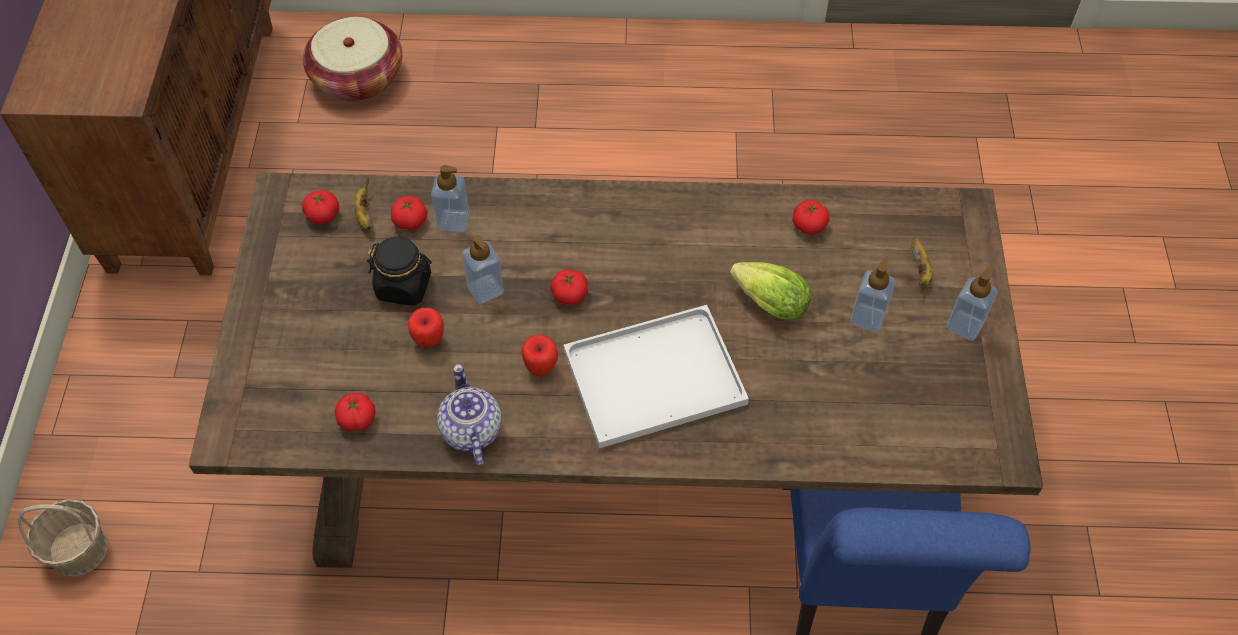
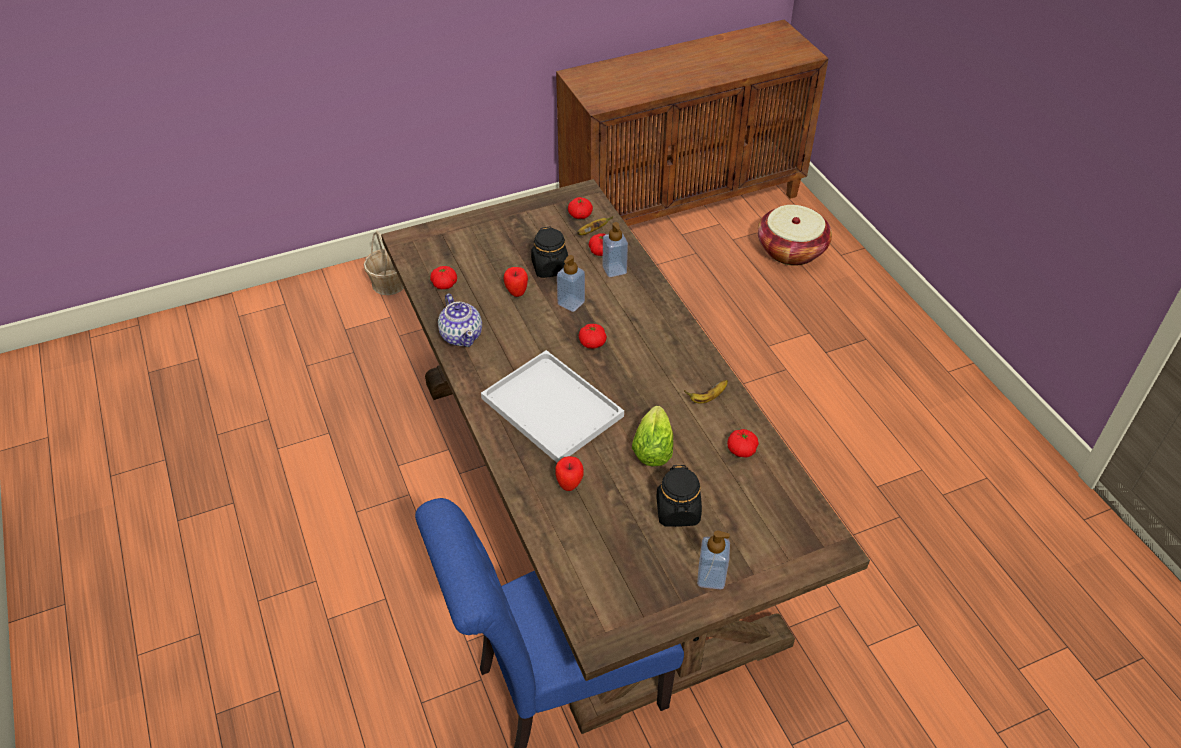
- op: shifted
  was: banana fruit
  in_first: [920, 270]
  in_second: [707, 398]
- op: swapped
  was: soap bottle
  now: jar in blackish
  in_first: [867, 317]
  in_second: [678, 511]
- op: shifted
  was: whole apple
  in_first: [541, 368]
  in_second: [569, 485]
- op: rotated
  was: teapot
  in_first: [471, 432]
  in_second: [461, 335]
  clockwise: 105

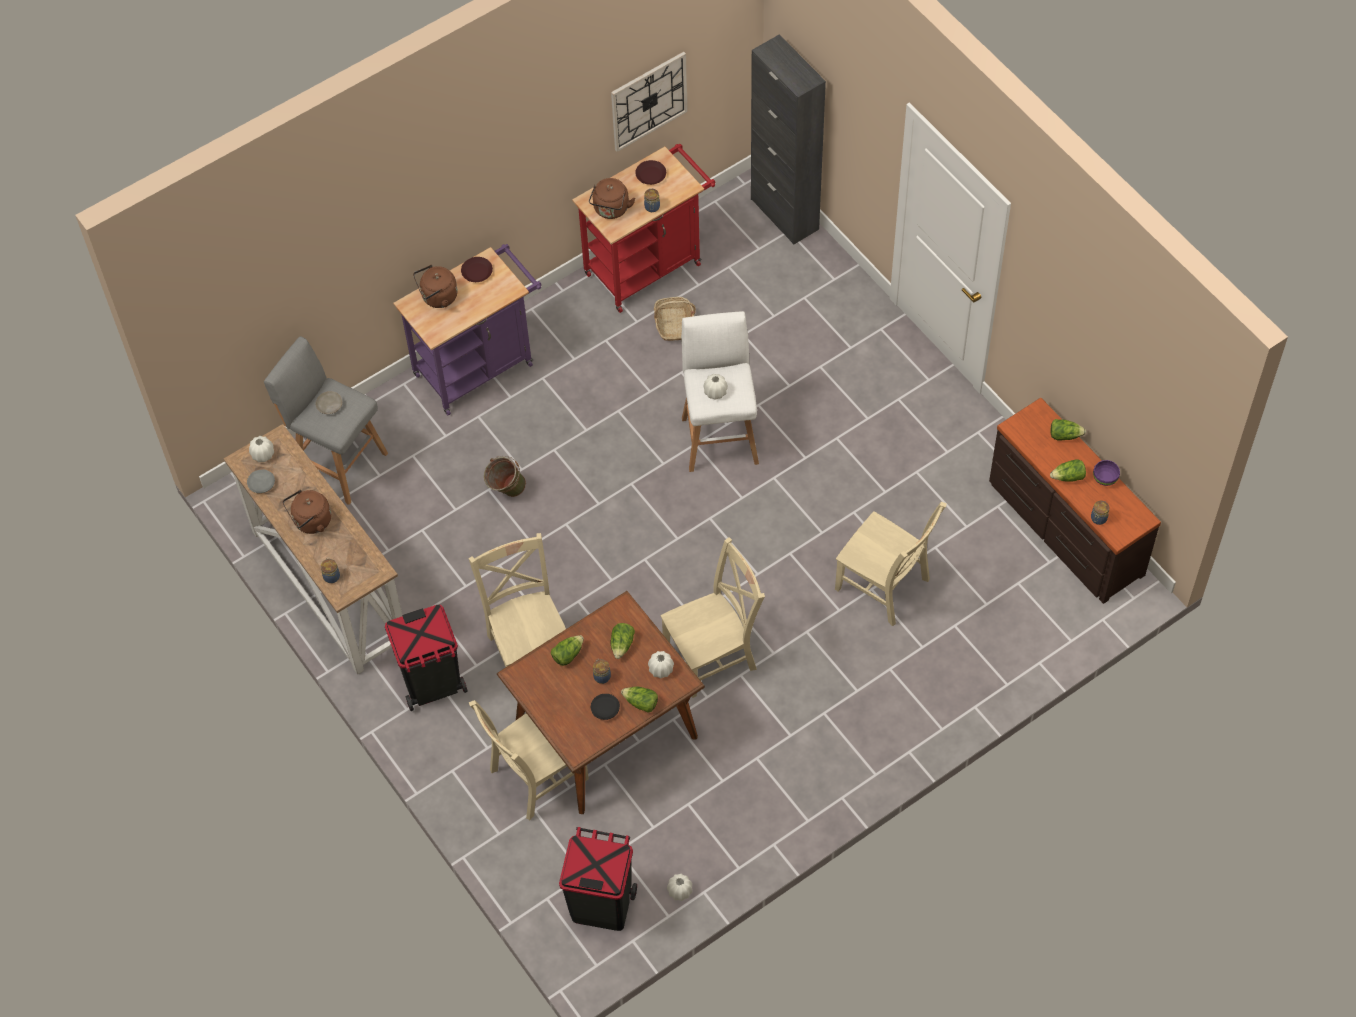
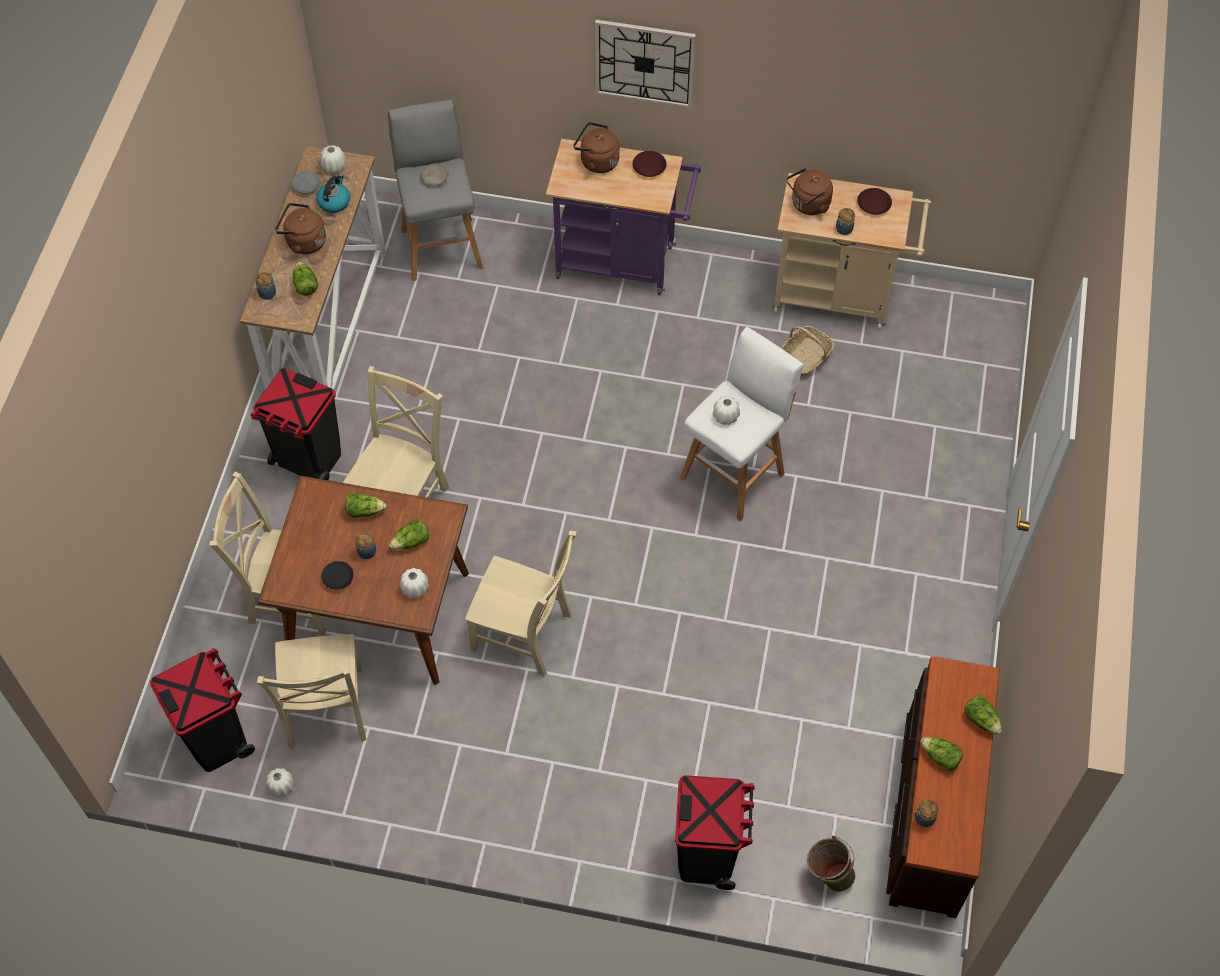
- op: gone
  was: storage cabinet in blackish
  in_first: [784, 214]
- op: shifted
  was: wall clock
  in_first: [648, 100]
  in_second: [644, 63]
- op: repainted
  was: cart in reddish
  now: cart in sand-coloured
  in_first: [648, 265]
  in_second: [840, 296]
- op: shifted
  was: pail in greenish
  in_first: [506, 491]
  in_second: [828, 875]
- op: gone
  was: bowl in purple-coloured
  in_first: [1105, 478]
- op: shifted
  was: upright chair in sand-coloured
  in_first: [885, 587]
  in_second: [325, 711]
- op: shifted
  was: head of lettuce
  in_first: [641, 703]
  in_second: [305, 285]
- op: new
  now: water kettle
  in_second: [334, 202]
- op: new
  now: trash can in blackish
  in_second: [707, 854]

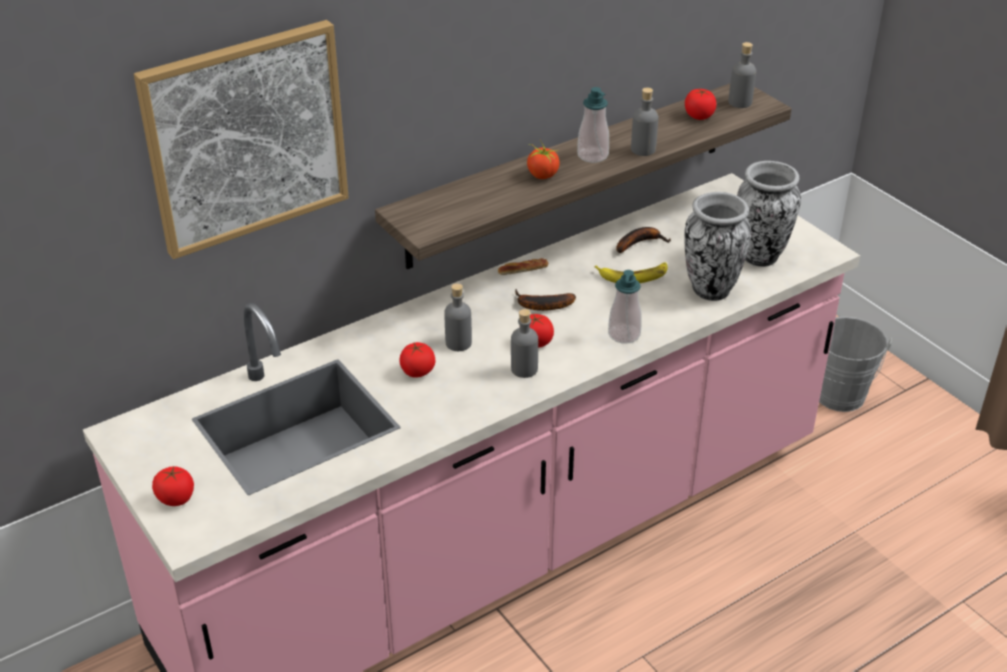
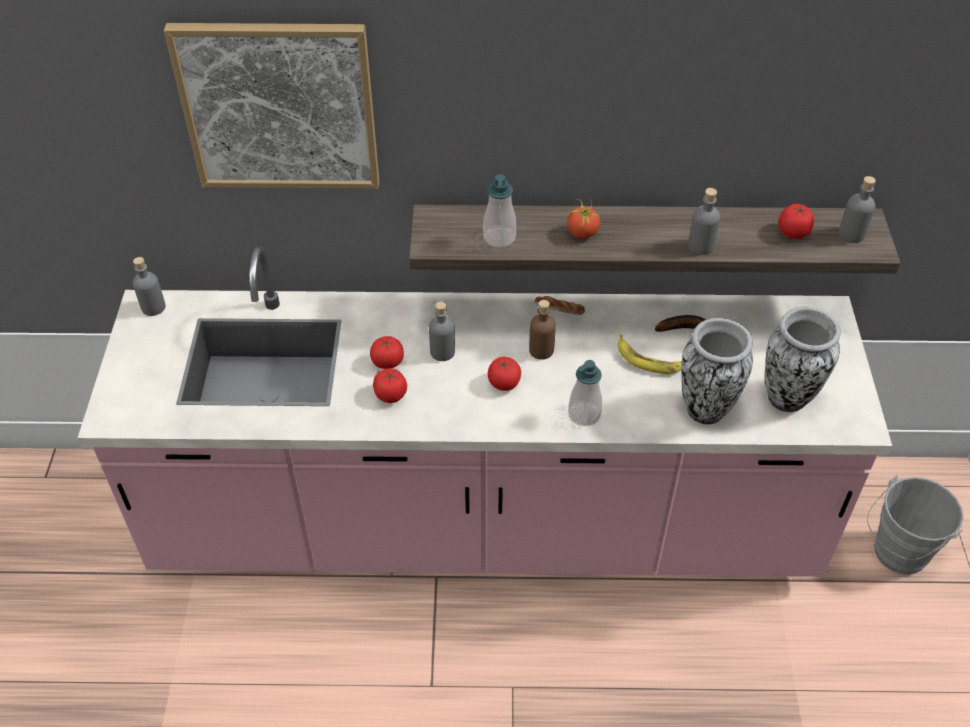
- op: shifted
  was: soap bottle
  in_first: [592, 155]
  in_second: [499, 238]
- op: swapped
  was: banana fruit
  now: drink bottle in brown-coloured
  in_first: [541, 306]
  in_second: [541, 350]
- op: shifted
  was: drink bottle in greyish
  in_first: [524, 369]
  in_second: [153, 307]
- op: shifted
  was: fresh tomato
  in_first: [176, 498]
  in_second: [391, 395]

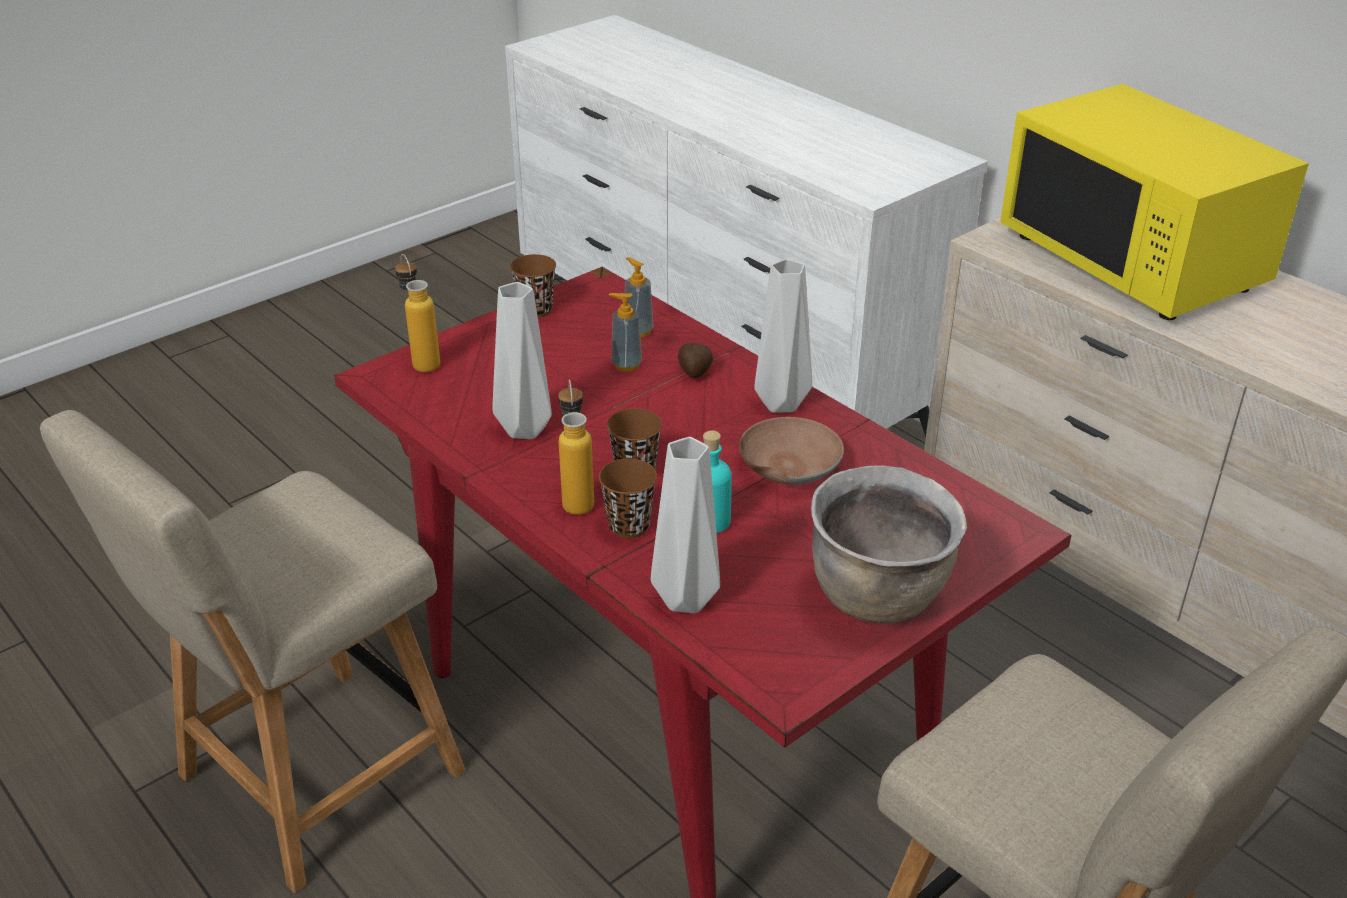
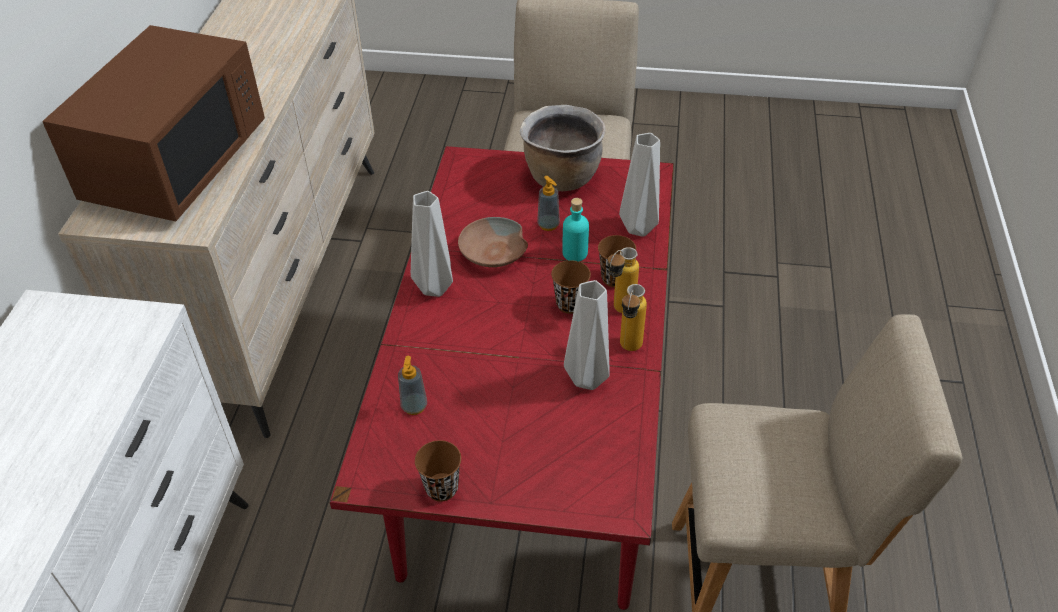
- op: repainted
  was: kitchen microwave in yellow-coloured
  now: kitchen microwave in brown-coloured
  in_first: [1132, 261]
  in_second: [177, 164]
- op: shifted
  was: drink bottle
  in_first: [422, 360]
  in_second: [628, 350]
- op: shifted
  was: soap bottle
  in_first: [626, 365]
  in_second: [548, 225]
- op: gone
  was: spud
  in_first: [694, 372]

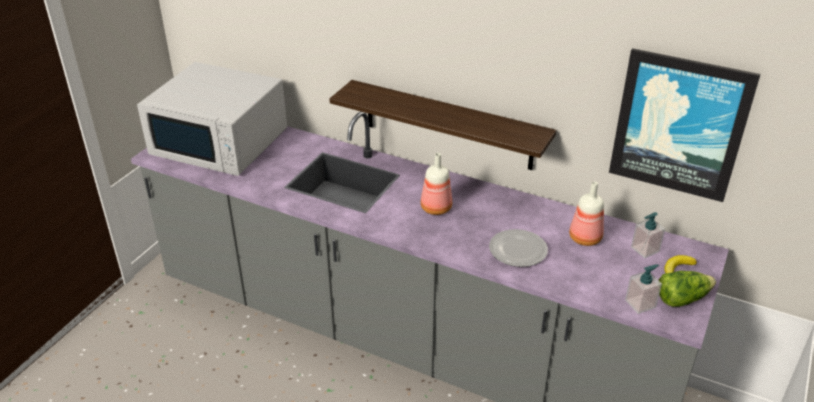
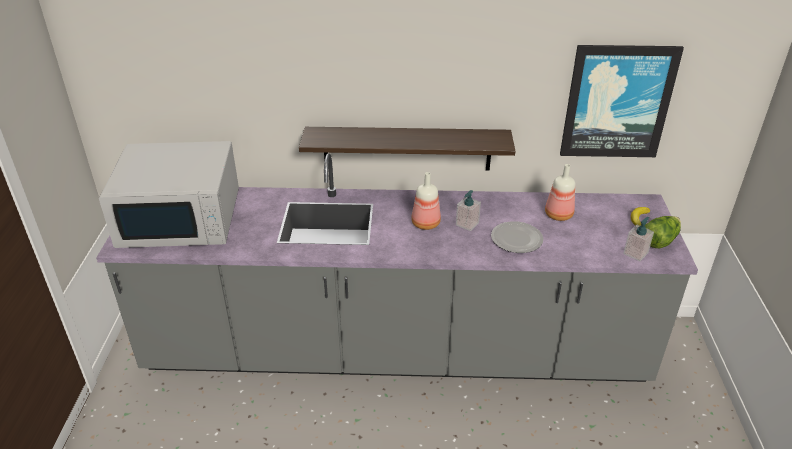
- op: shifted
  was: soap bottle
  in_first: [645, 249]
  in_second: [467, 224]

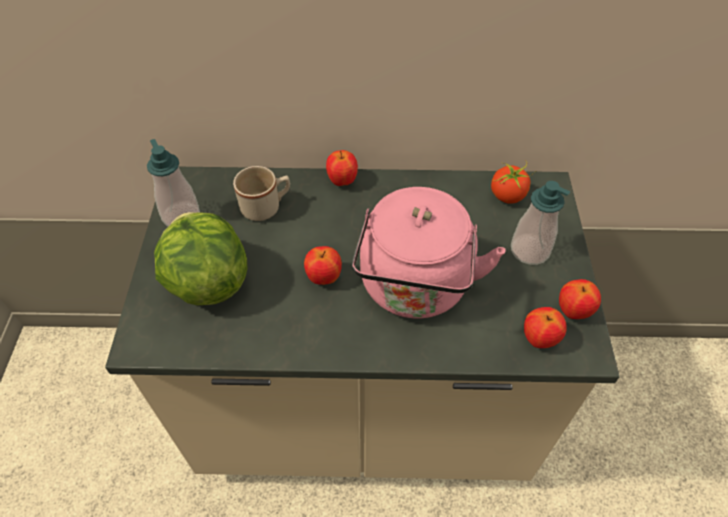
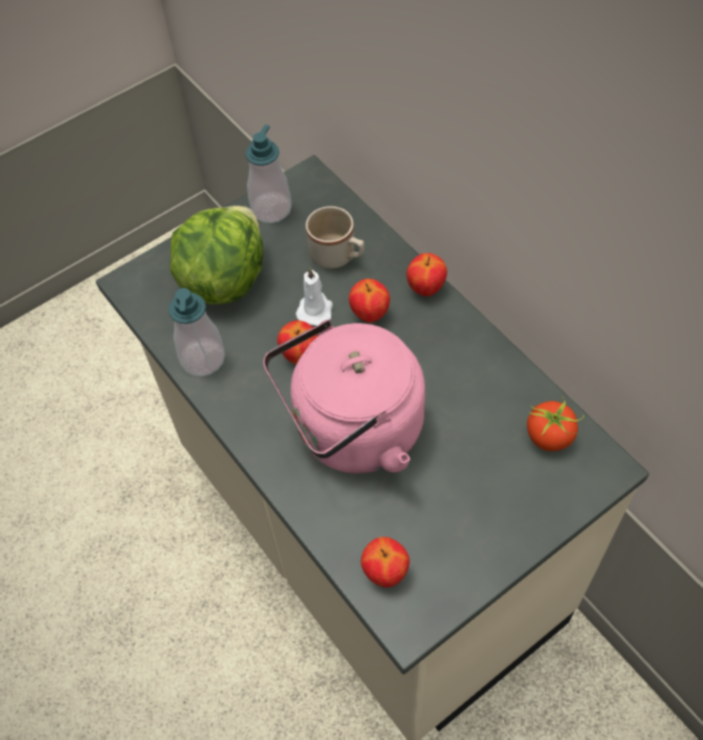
- op: shifted
  was: soap bottle
  in_first: [529, 250]
  in_second: [203, 358]
- op: shifted
  was: whole apple
  in_first: [573, 311]
  in_second: [370, 314]
- op: new
  now: wax light in white-coloured
  in_second: [315, 309]

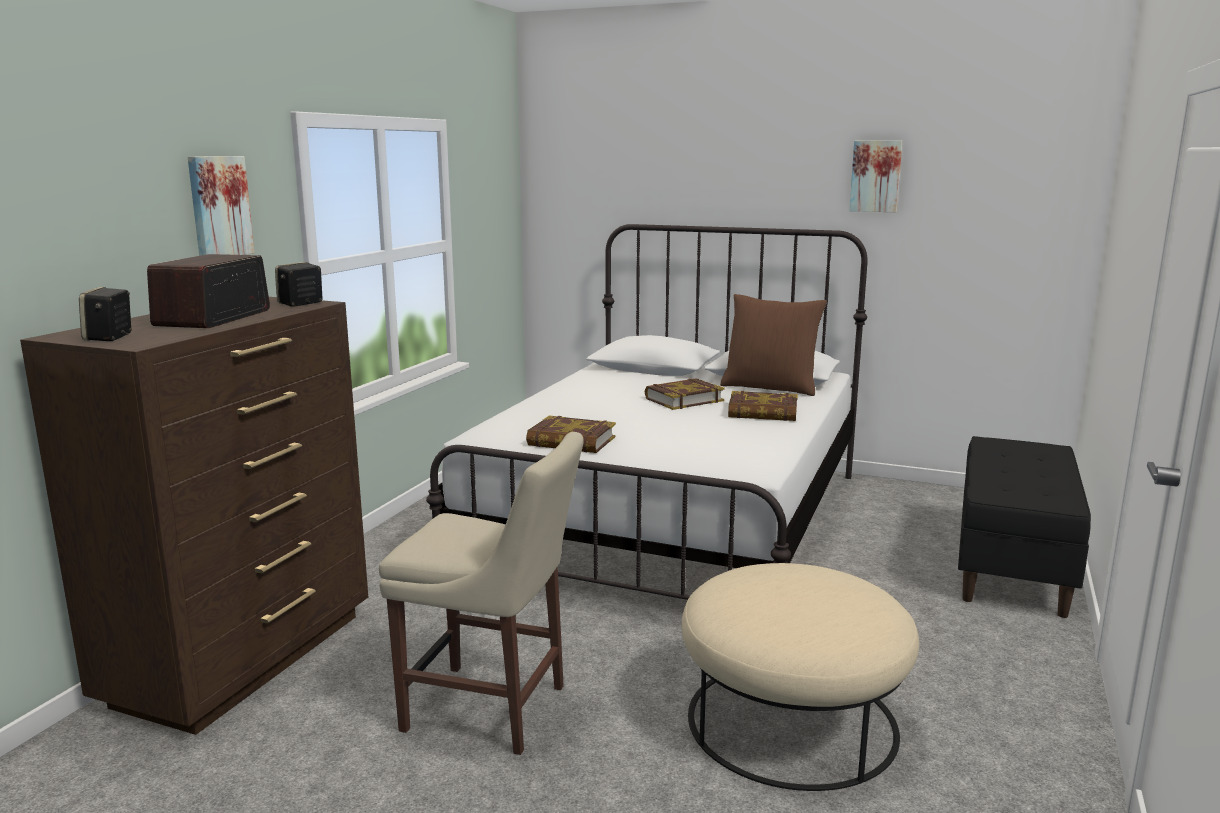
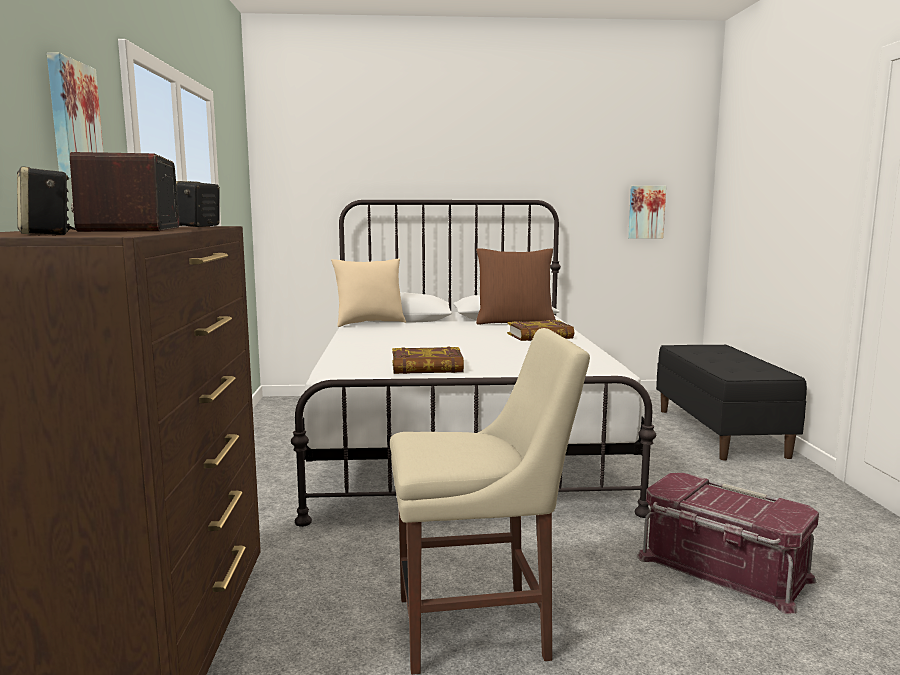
- op: shifted
  was: wall art
  in_first: [875, 176]
  in_second: [646, 212]
- op: gone
  was: book
  in_first: [683, 399]
- op: swapped
  was: ottoman in sand-coloured
  now: storage box in reddish
  in_first: [790, 721]
  in_second: [722, 569]
- op: new
  now: pillow in sand-coloured
  in_second: [369, 323]

